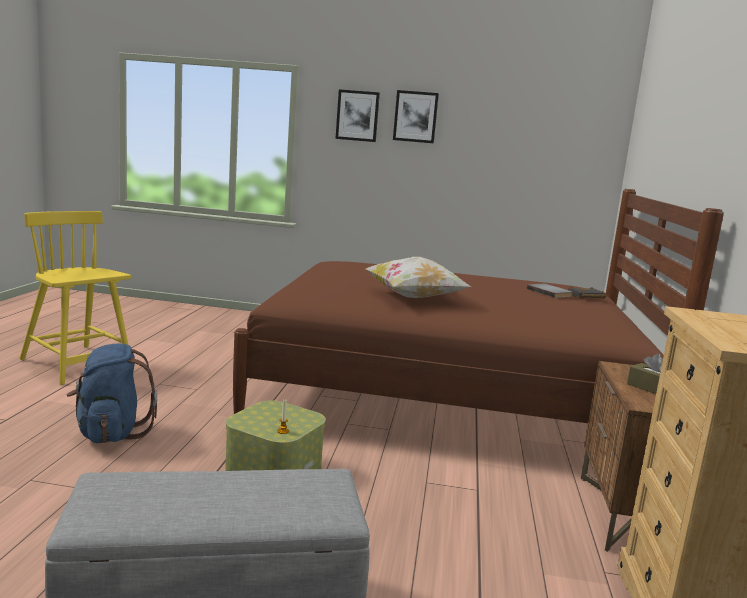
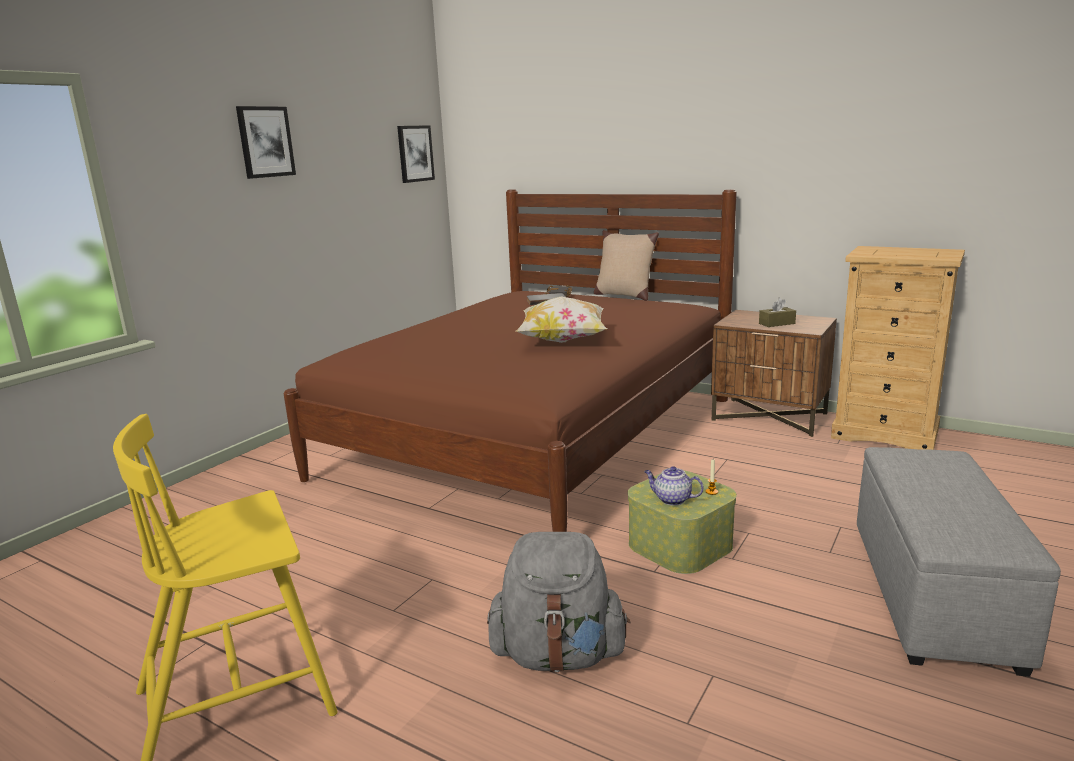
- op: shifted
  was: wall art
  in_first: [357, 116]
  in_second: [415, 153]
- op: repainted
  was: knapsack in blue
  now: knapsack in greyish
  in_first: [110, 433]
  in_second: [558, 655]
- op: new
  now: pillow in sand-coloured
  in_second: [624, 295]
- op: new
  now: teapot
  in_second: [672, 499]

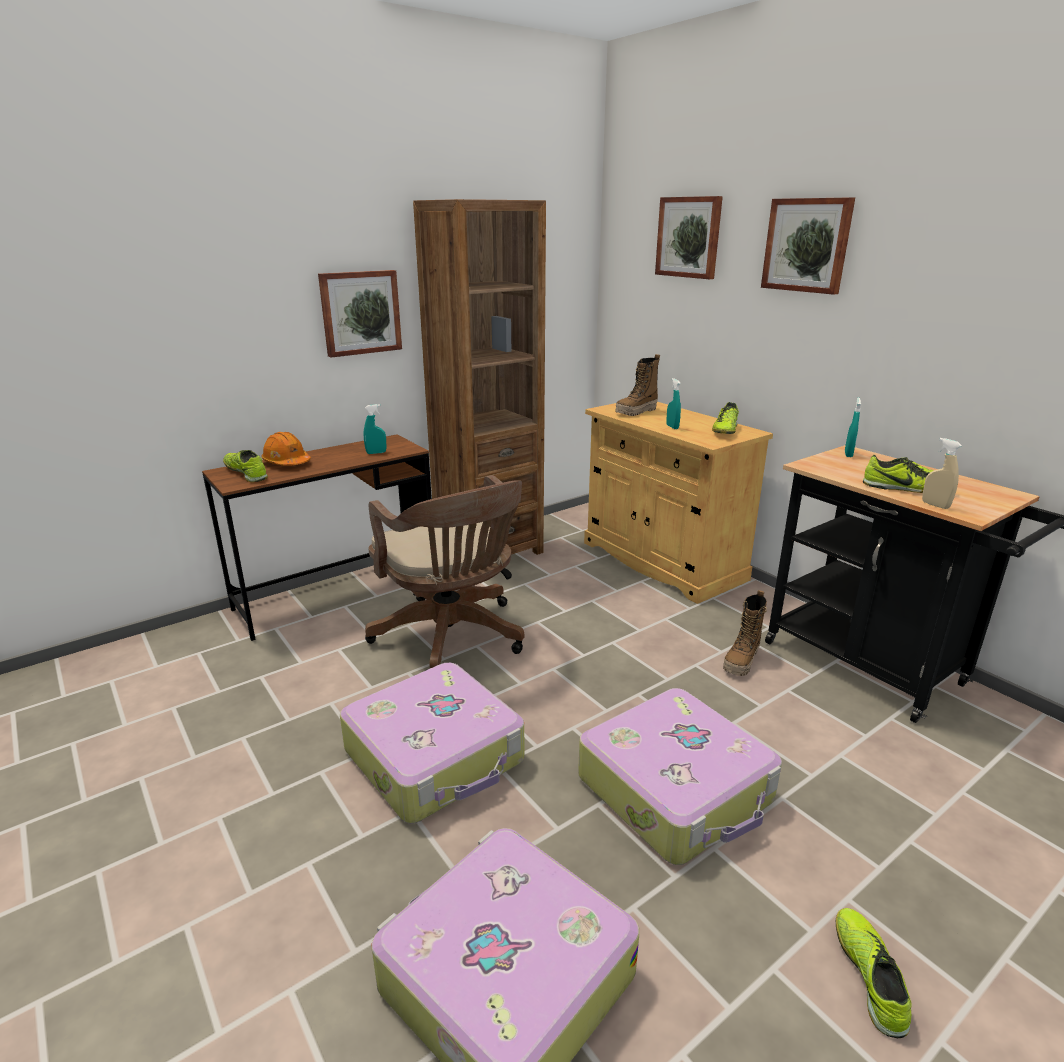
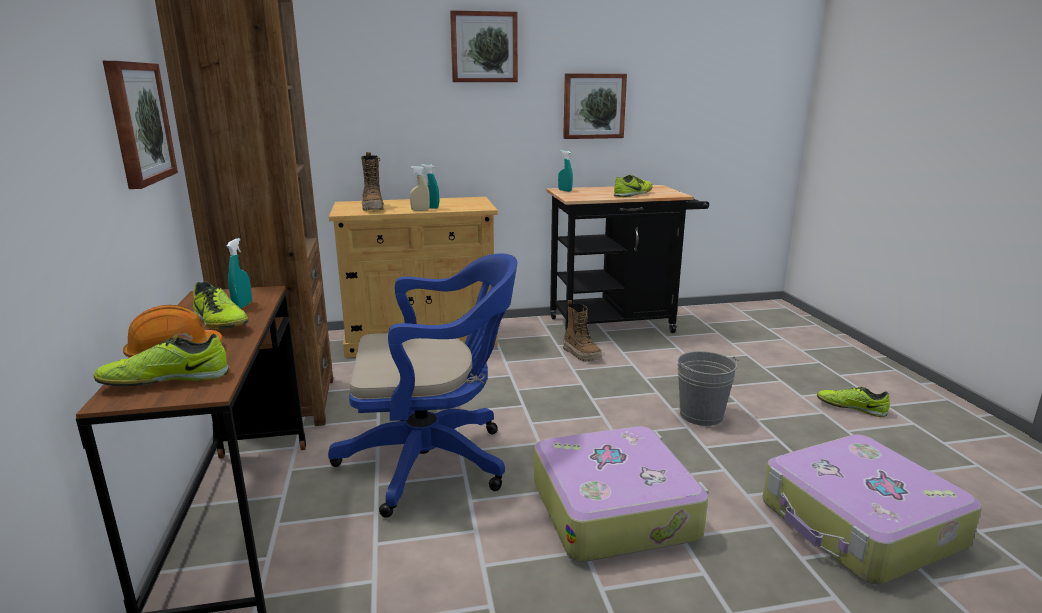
- op: shifted
  was: wall art
  in_first: [689, 237]
  in_second: [593, 106]
- op: shifted
  was: shoe
  in_first: [725, 431]
  in_second: [220, 323]
- op: shifted
  was: spray bottle in sand-coloured
  in_first: [935, 505]
  in_second: [420, 210]
- op: repainted
  was: desk chair in brown-coloured
  now: desk chair in blue
  in_first: [453, 638]
  in_second: [434, 461]
- op: swapped
  was: suitcase
  now: pail in greyish
  in_first: [677, 789]
  in_second: [701, 415]

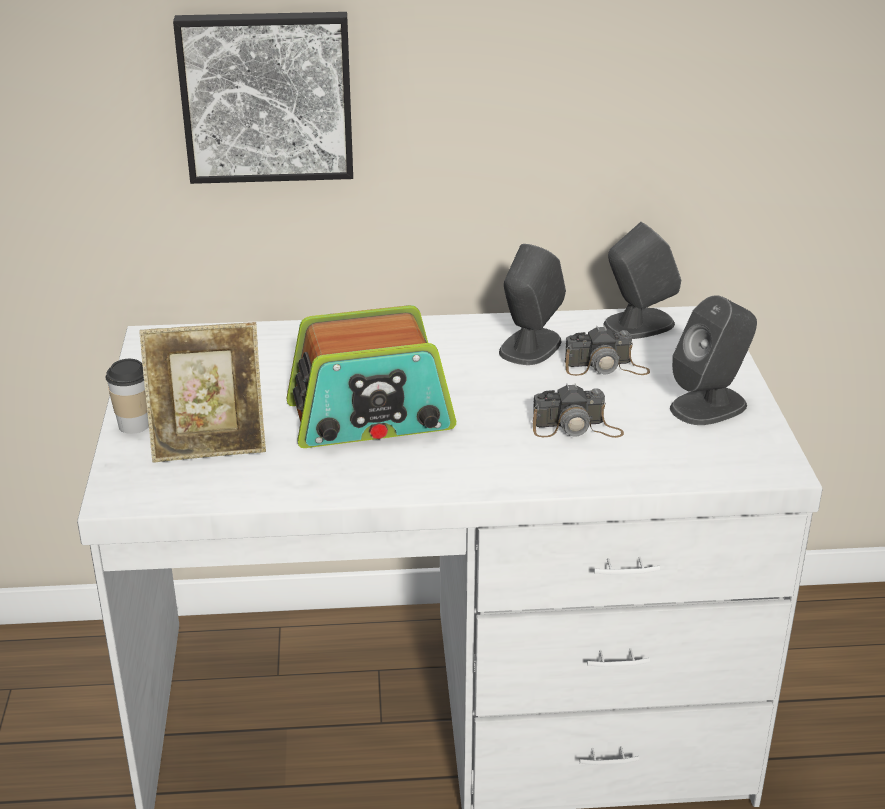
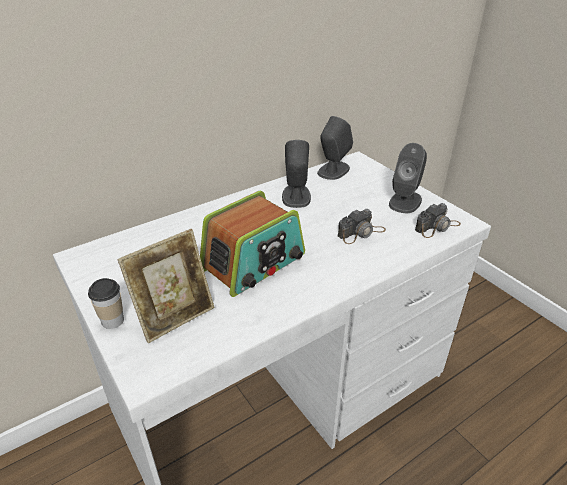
- op: gone
  was: wall art
  in_first: [267, 96]
- op: shifted
  was: still camera
  in_first: [606, 367]
  in_second: [437, 227]

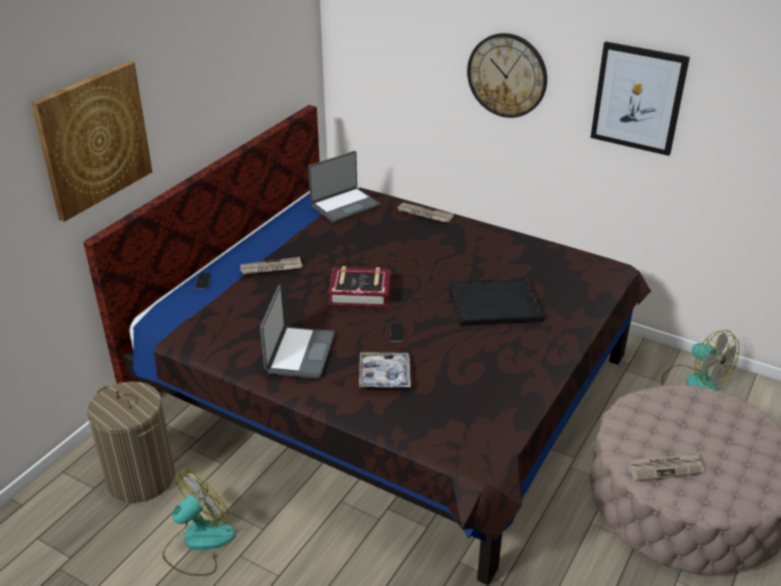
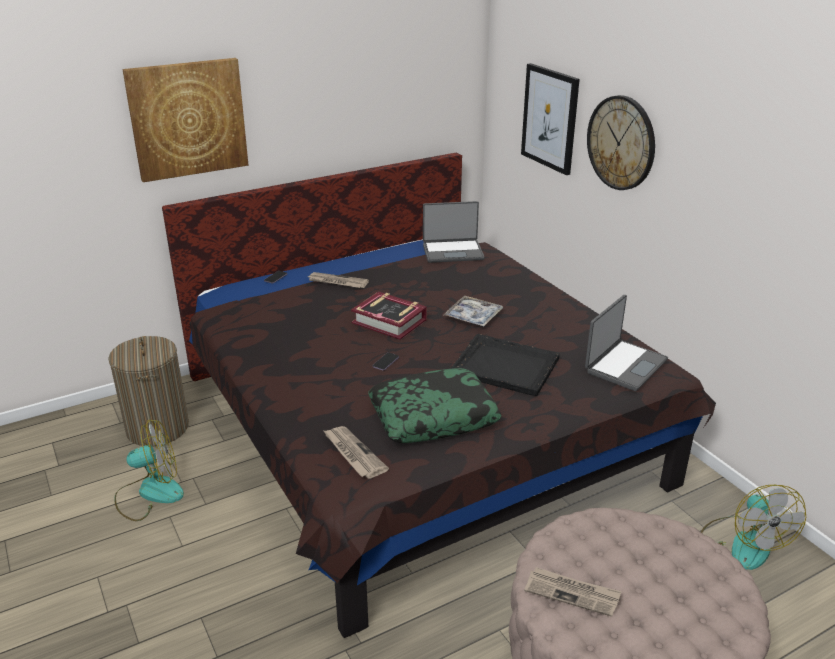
- op: shifted
  was: wall art
  in_first: [638, 98]
  in_second: [550, 118]
- op: shifted
  was: newspaper
  in_first: [424, 214]
  in_second: [353, 453]
- op: shifted
  was: portable computer
  in_first: [299, 353]
  in_second: [624, 365]
- op: shifted
  was: tray
  in_first: [384, 375]
  in_second: [473, 316]
- op: new
  now: pillow
  in_second: [433, 416]

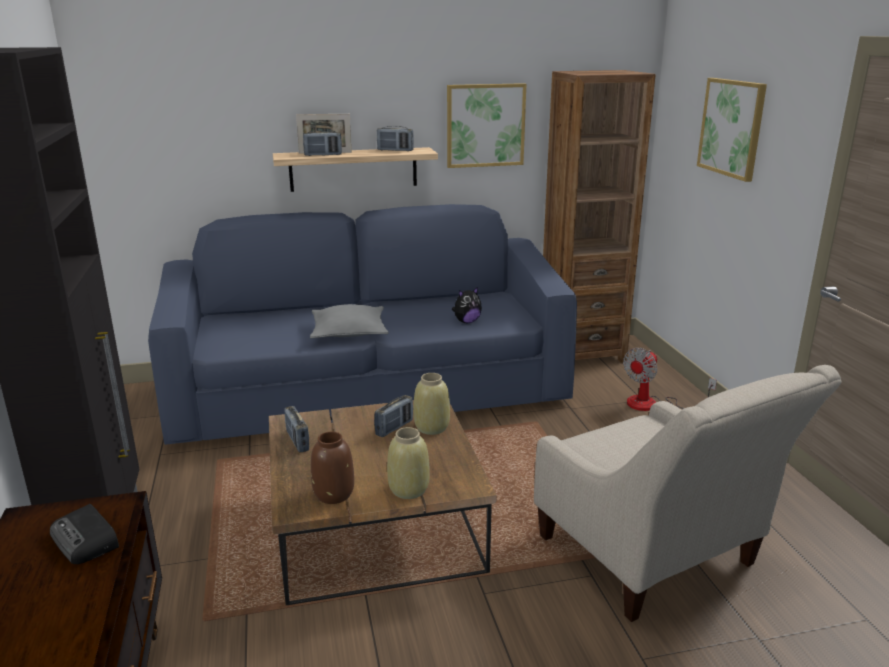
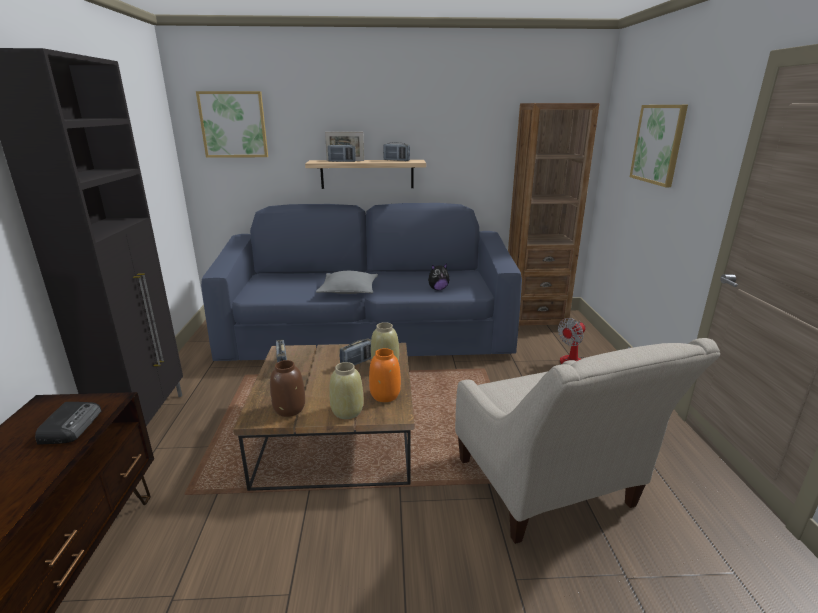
- op: shifted
  was: wall art
  in_first: [485, 125]
  in_second: [233, 125]
- op: rotated
  was: radio receiver
  in_first: [86, 540]
  in_second: [71, 426]
  clockwise: -150
- op: new
  now: decorative vase in orangey
  in_second: [384, 395]

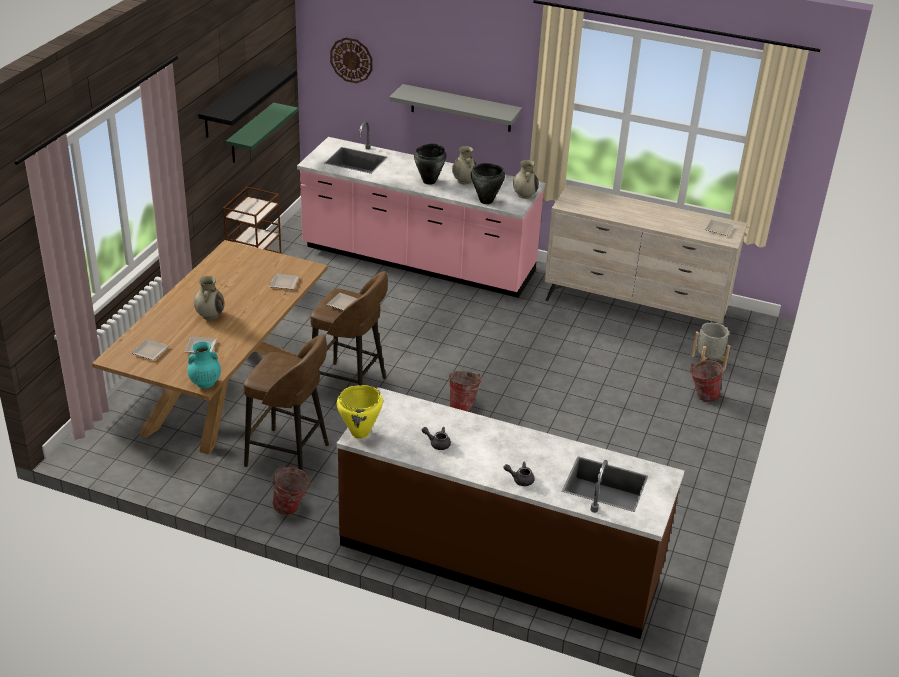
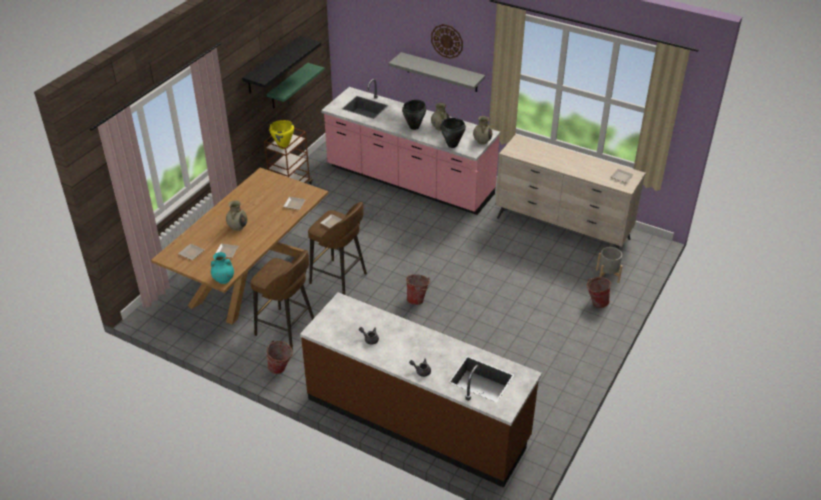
- op: shifted
  was: wall clock
  in_first: [351, 60]
  in_second: [447, 41]
- op: shifted
  was: saucepot in yellow-coloured
  in_first: [360, 433]
  in_second: [283, 146]

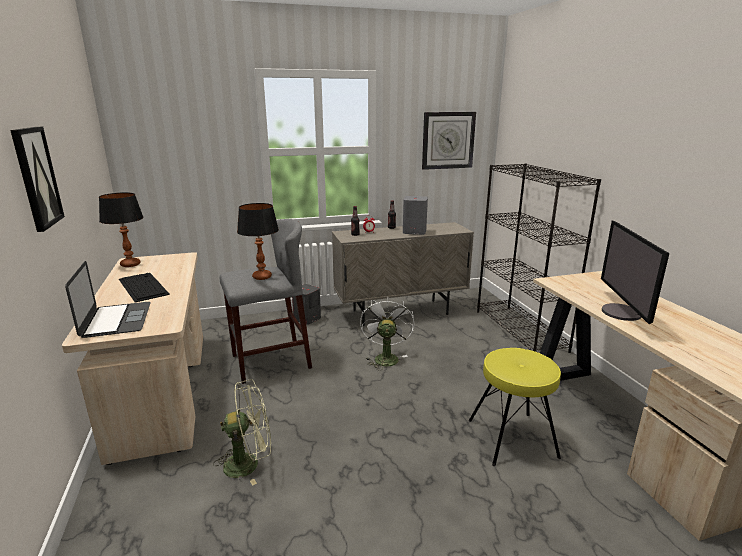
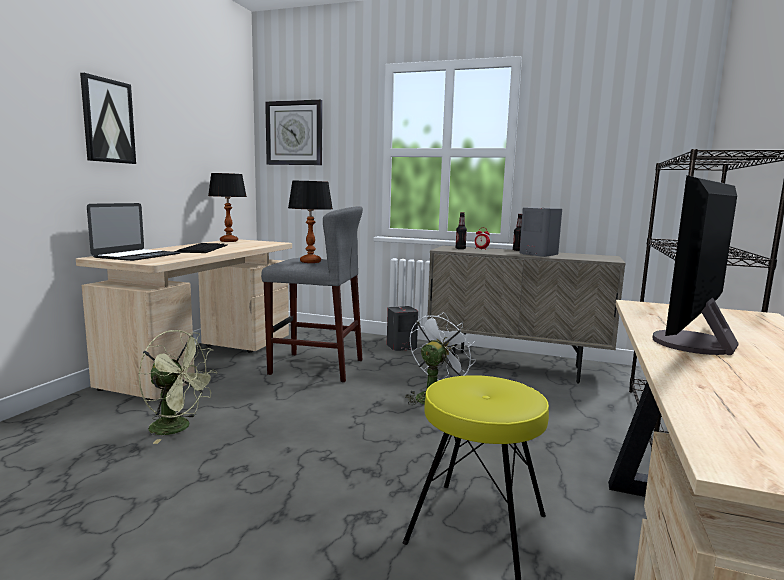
- op: shifted
  was: wall clock
  in_first: [448, 140]
  in_second: [294, 133]

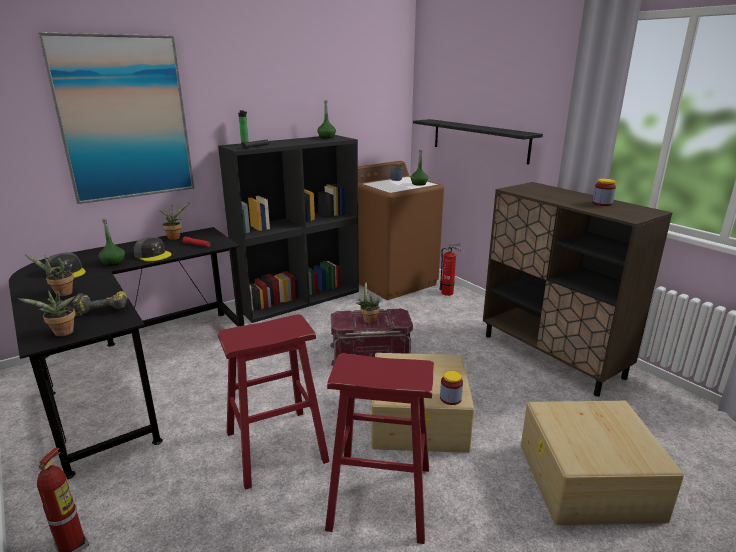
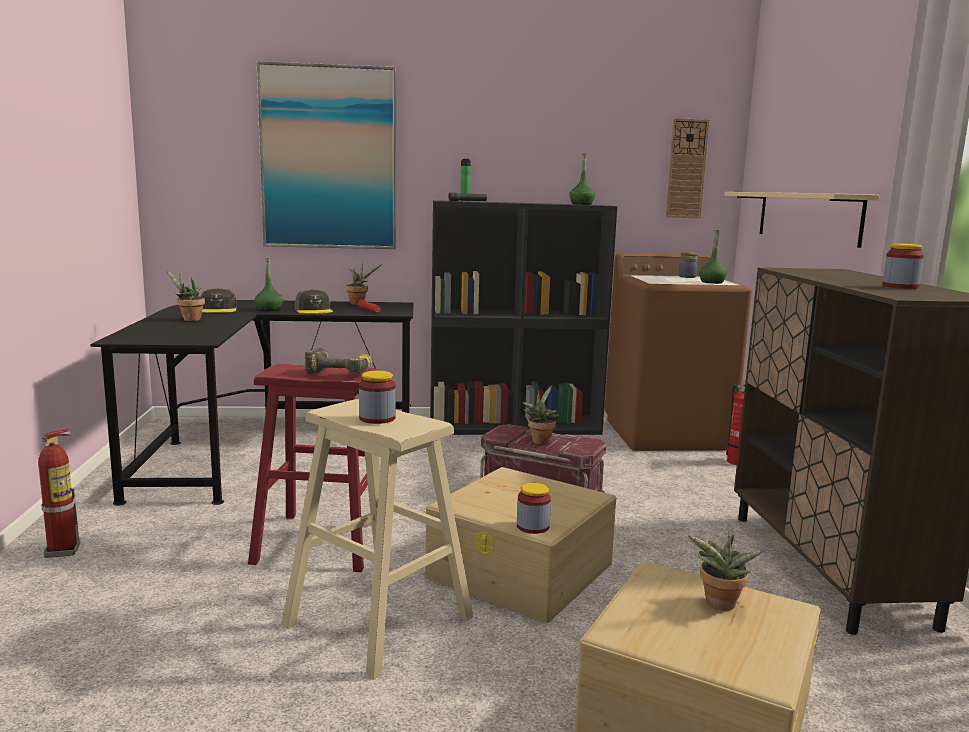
- op: repainted
  was: shelf in blackish
  now: shelf in sand-coloured
  in_first: [479, 140]
  in_second: [807, 216]
- op: shifted
  was: potted plant
  in_first: [62, 334]
  in_second: [719, 605]
- op: shifted
  was: drill
  in_first: [104, 307]
  in_second: [343, 372]
- op: repainted
  was: sitting stool in reddish
  now: sitting stool in sand-coloured
  in_first: [381, 496]
  in_second: [379, 621]
- op: new
  now: wall clock
  in_second: [686, 169]
- op: new
  now: jar
  in_second: [377, 418]

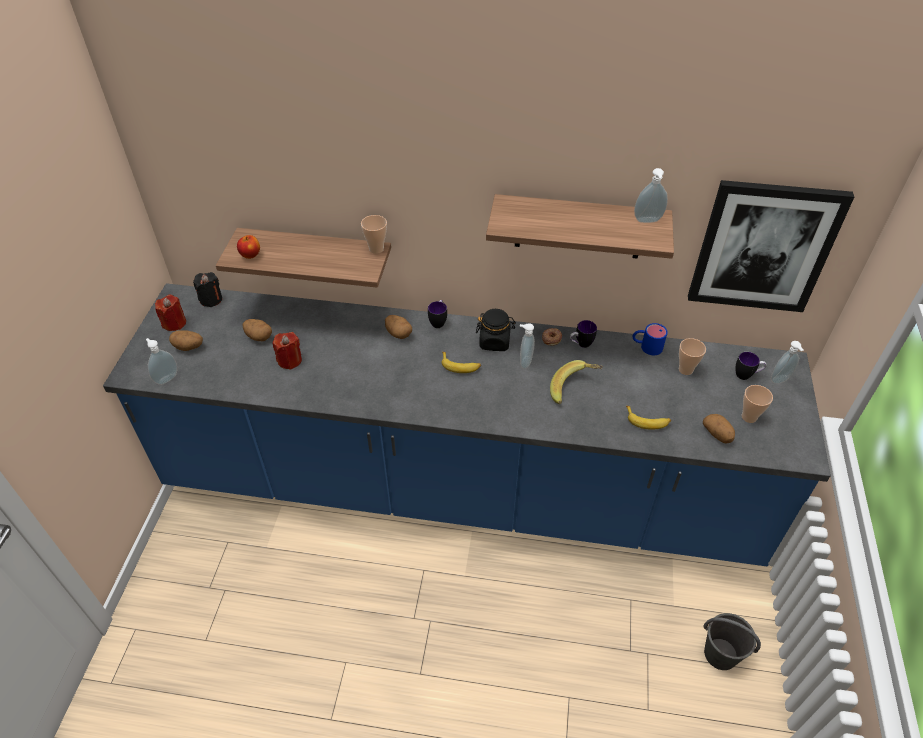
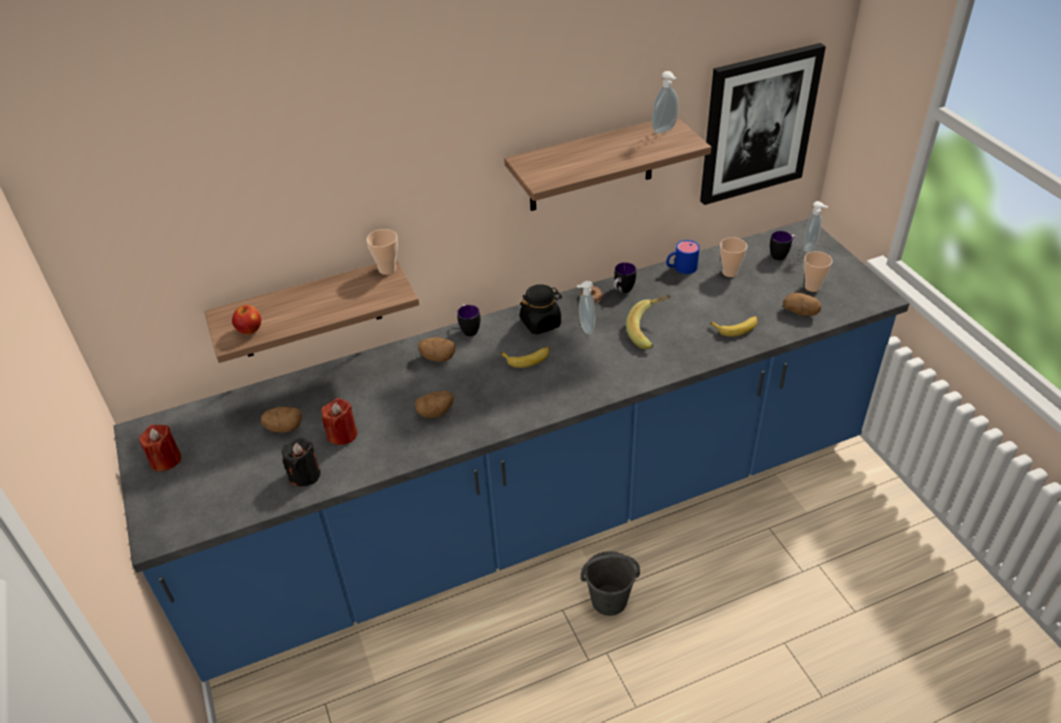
- op: shifted
  was: wax light in blackish
  in_first: [211, 299]
  in_second: [305, 475]
- op: shifted
  was: spud
  in_first: [189, 347]
  in_second: [436, 412]
- op: gone
  was: soap bottle
  in_first: [166, 378]
- op: shifted
  was: pail in greyish
  in_first: [721, 654]
  in_second: [610, 600]

